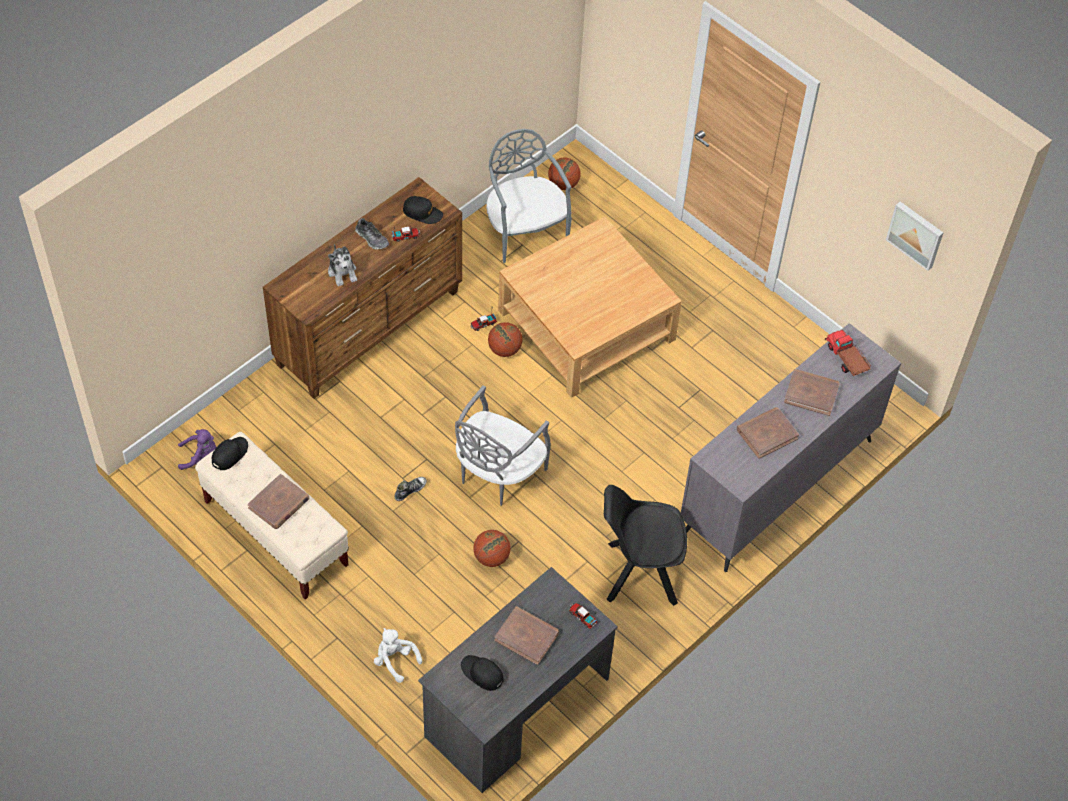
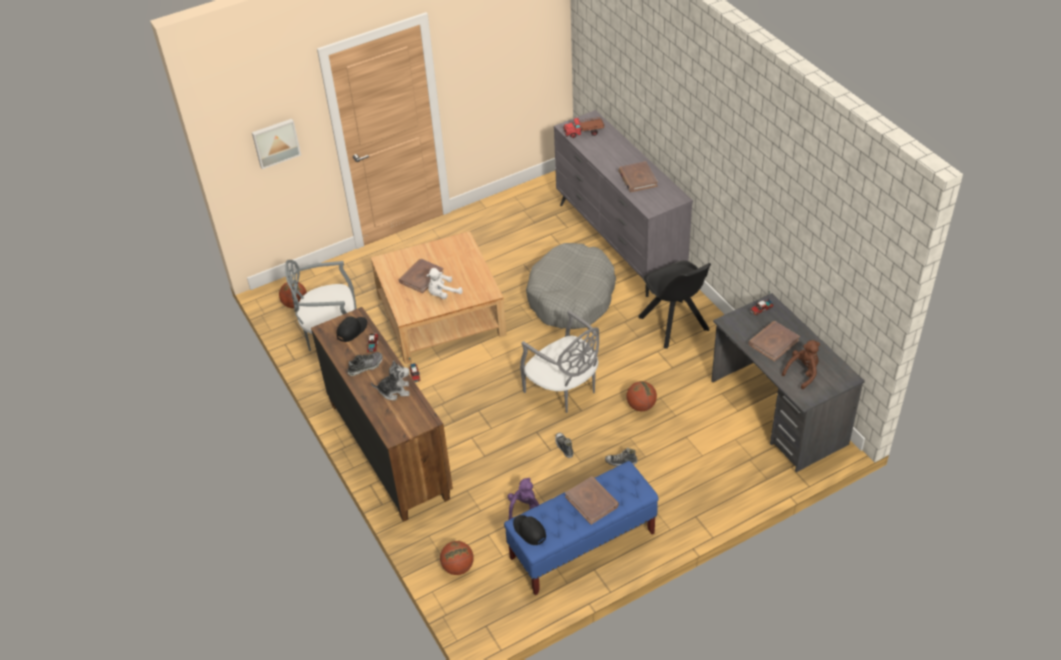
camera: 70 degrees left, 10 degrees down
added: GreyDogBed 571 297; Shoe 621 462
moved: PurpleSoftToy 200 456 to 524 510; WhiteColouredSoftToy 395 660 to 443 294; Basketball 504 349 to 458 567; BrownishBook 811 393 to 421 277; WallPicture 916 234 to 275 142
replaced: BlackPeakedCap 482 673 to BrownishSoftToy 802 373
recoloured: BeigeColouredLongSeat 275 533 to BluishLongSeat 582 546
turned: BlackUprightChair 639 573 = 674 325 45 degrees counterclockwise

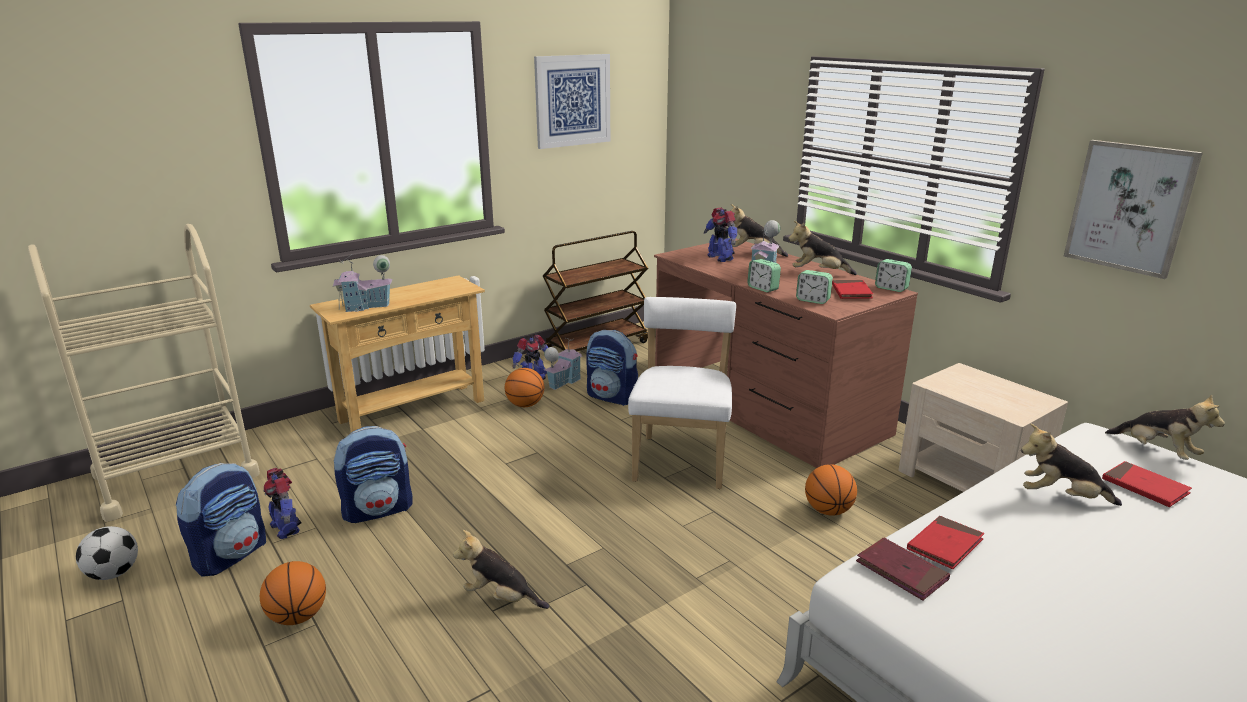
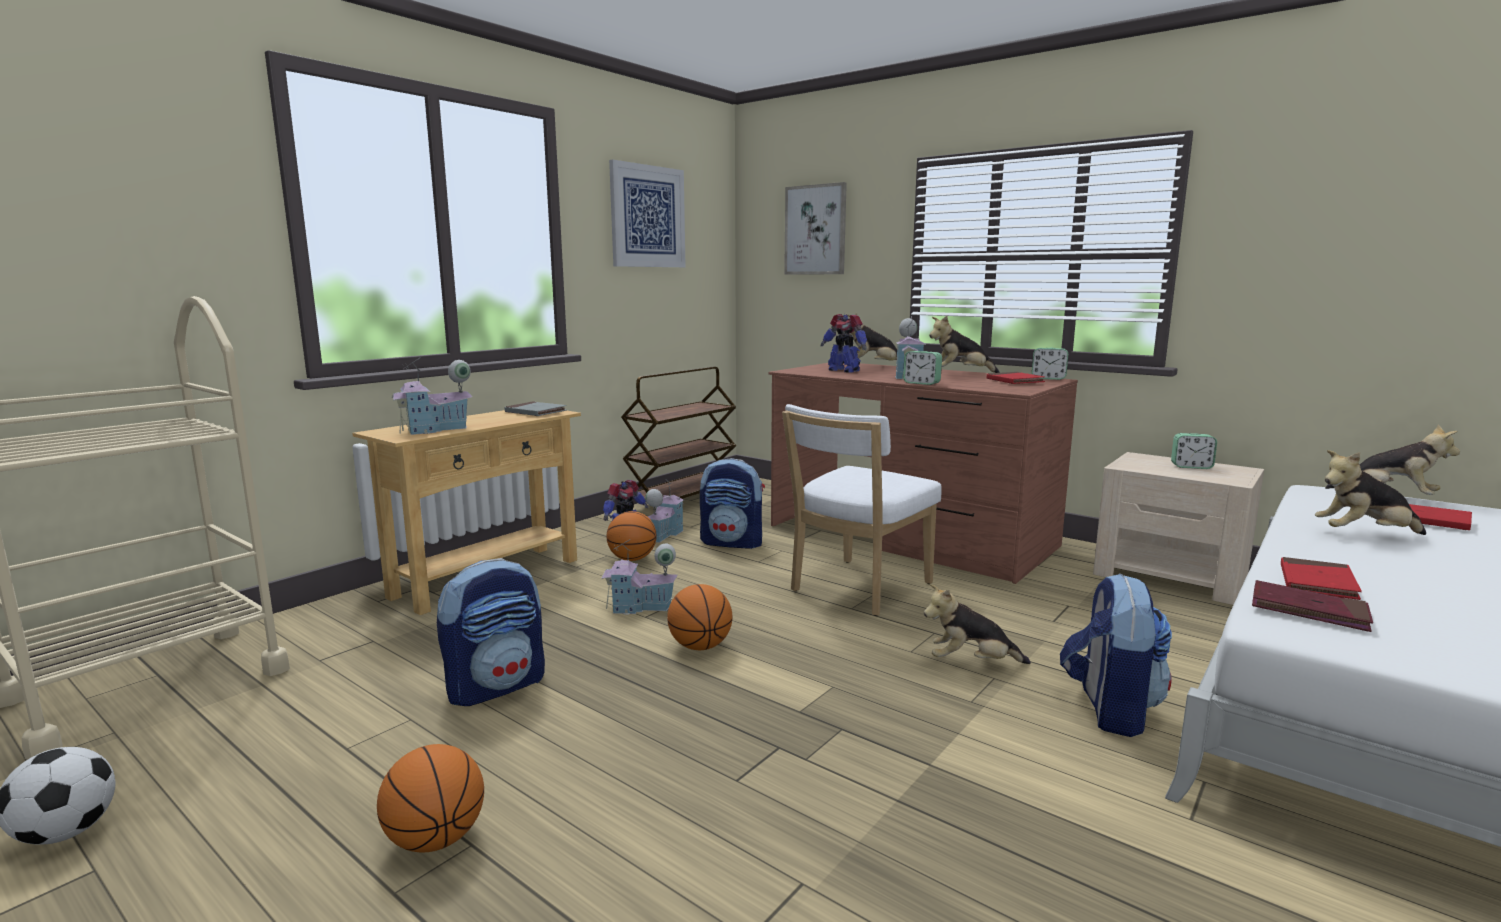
camera: 15 degrees left, 10 degrees down
removed: ModelRobot 286 528
added: GreyBook 535 412; MiniatureHouse 640 607
moved: Knapsack 231 554 to 1109 709; SoftToy 501 598 to 971 662; TableClock 812 300 to 1191 466; Basketball 828 510 to 700 646; WallPicture 1129 207 to 815 230
turned: WhiteColouredUprightChair 681 459 = 857 589 135 degrees counterclockwise

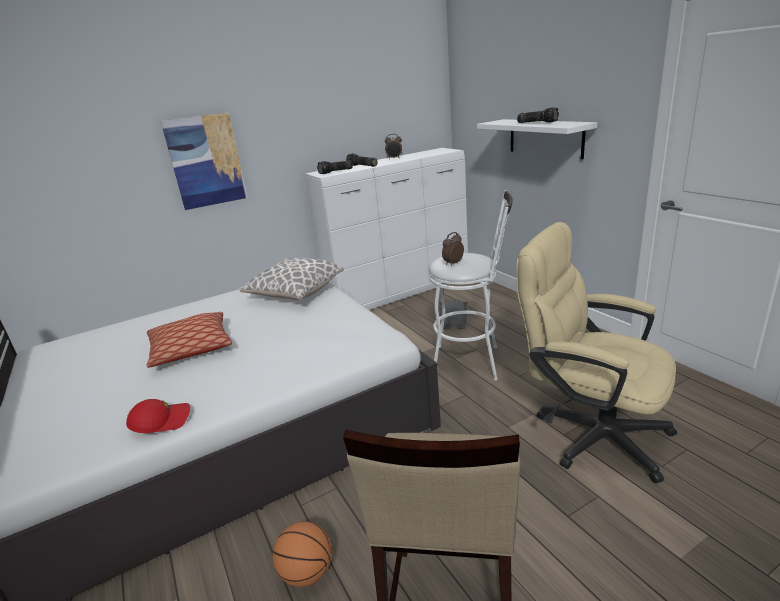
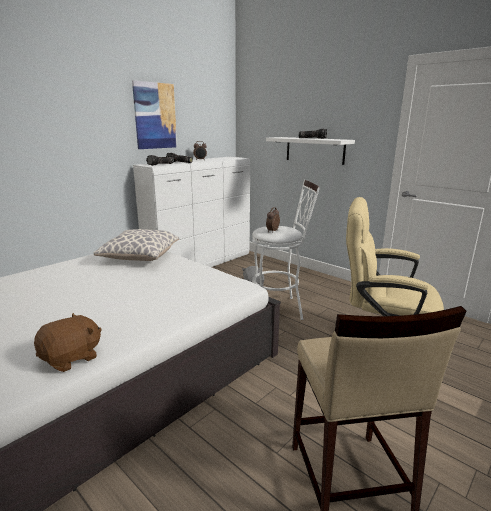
camera: 20 degrees left, 5 degrees down
removed: Cushion 191 348; Basketball 307 573
moved: WallPicture 206 161 to 155 116
replaced: ReddishPeakedCap 161 421 to BrownishSoftToy 72 358

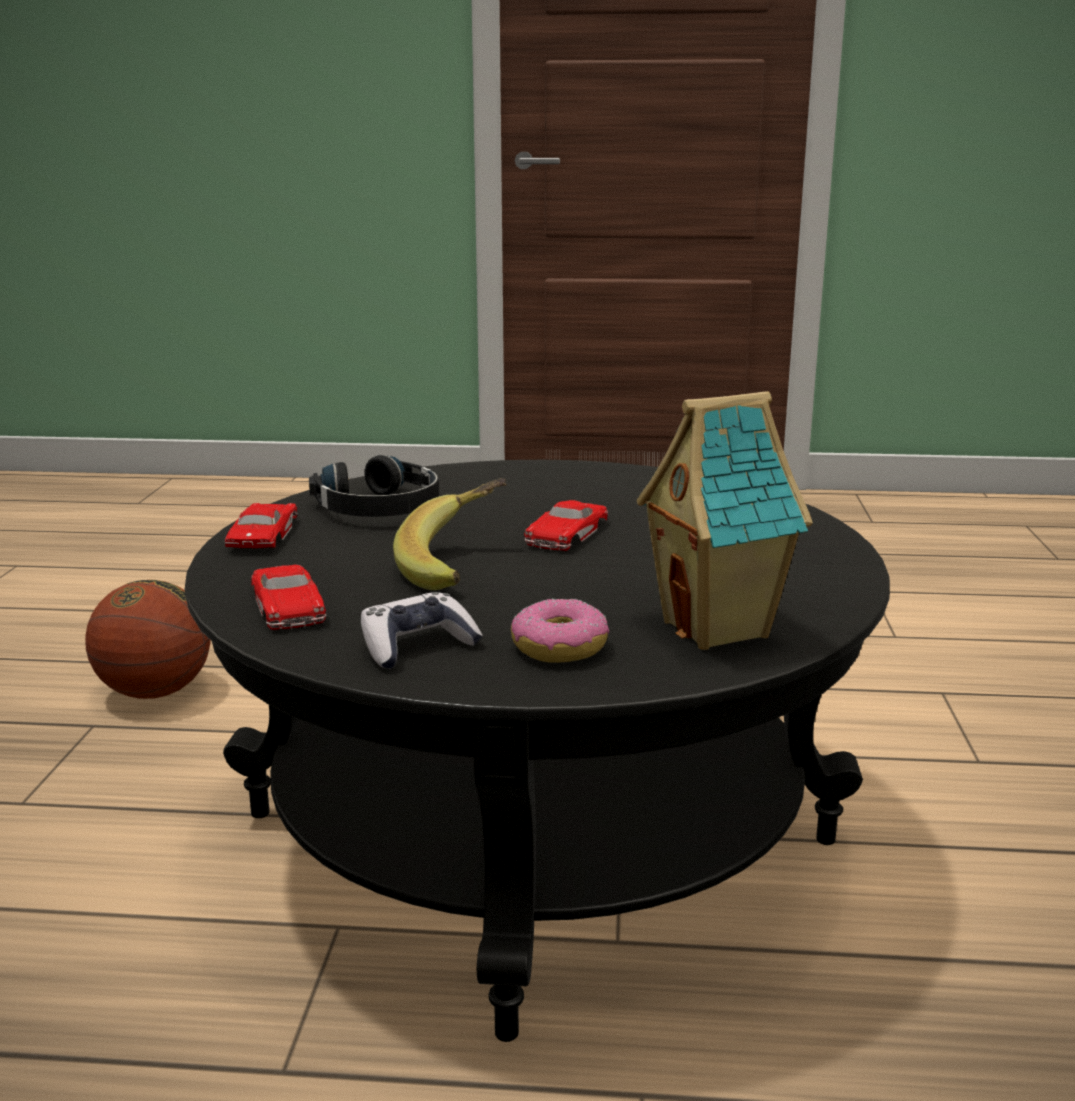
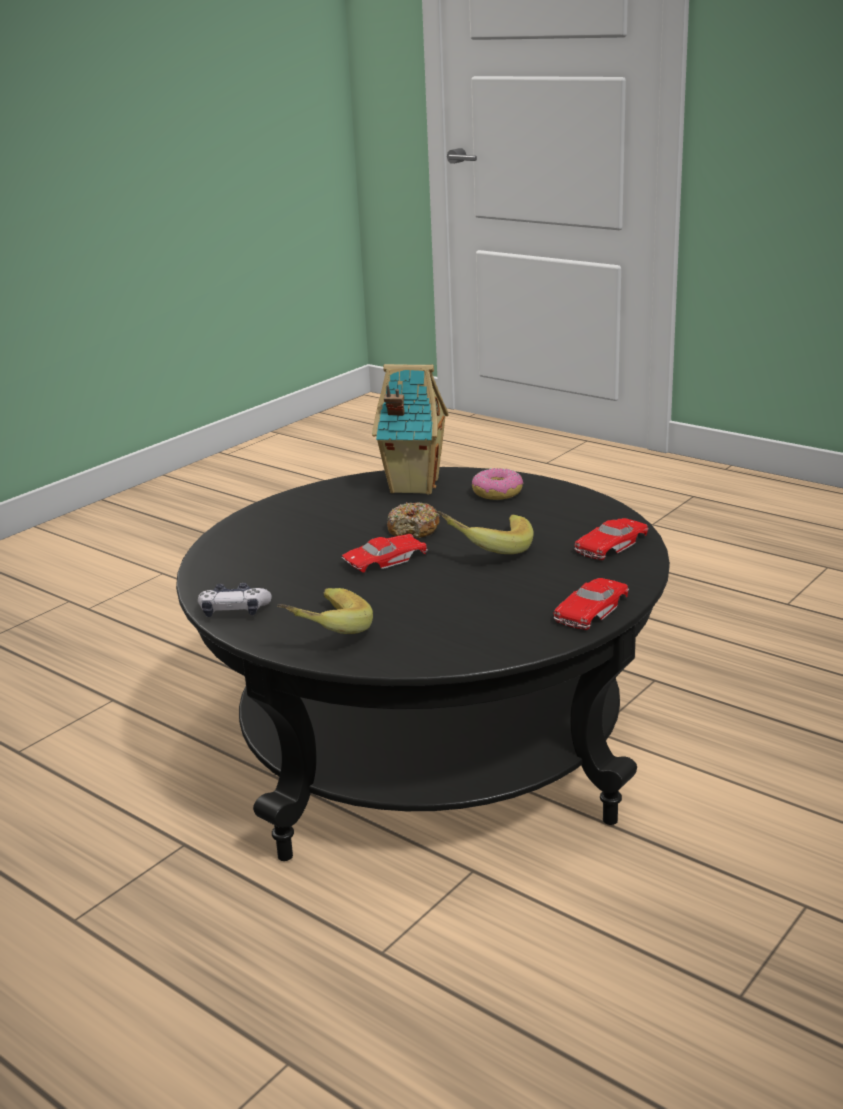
camera: 145 degrees left, 5 degrees up
removed: Basketball 155 692; BlackHeadset 380 508
added: WholeBanana 322 633; Doughnut 414 529
moved: Joypad 417 646 to 234 611
turned: ReddishToyCar 287 605 = 611 544 150 degrees counterclockwise

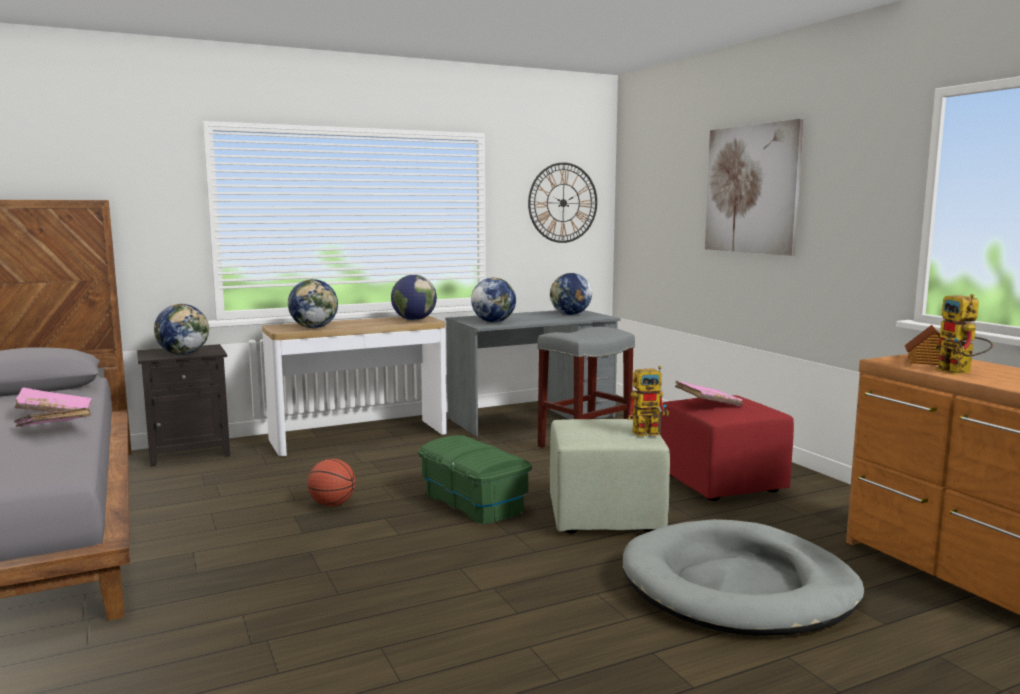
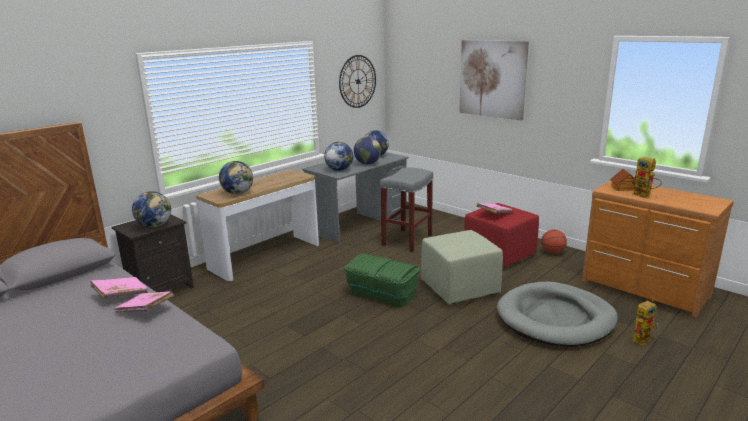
camera: 20 degrees left, 10 degrees up
moved: Basketball 332 504 to 552 252; Globe 414 320 to 367 164; ModelRobot 650 432 to 642 338

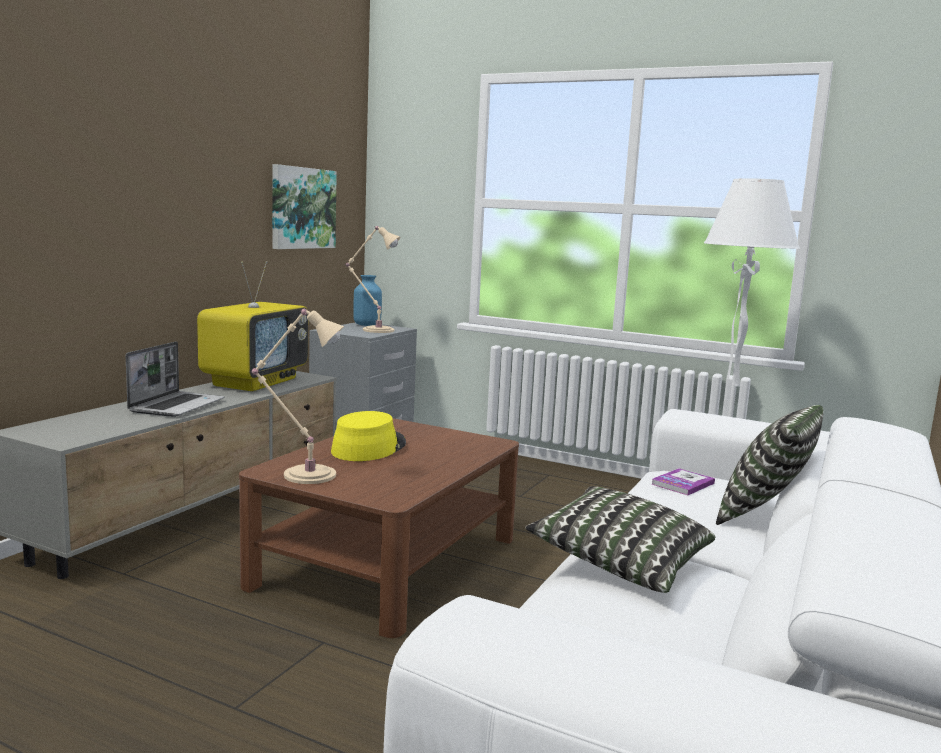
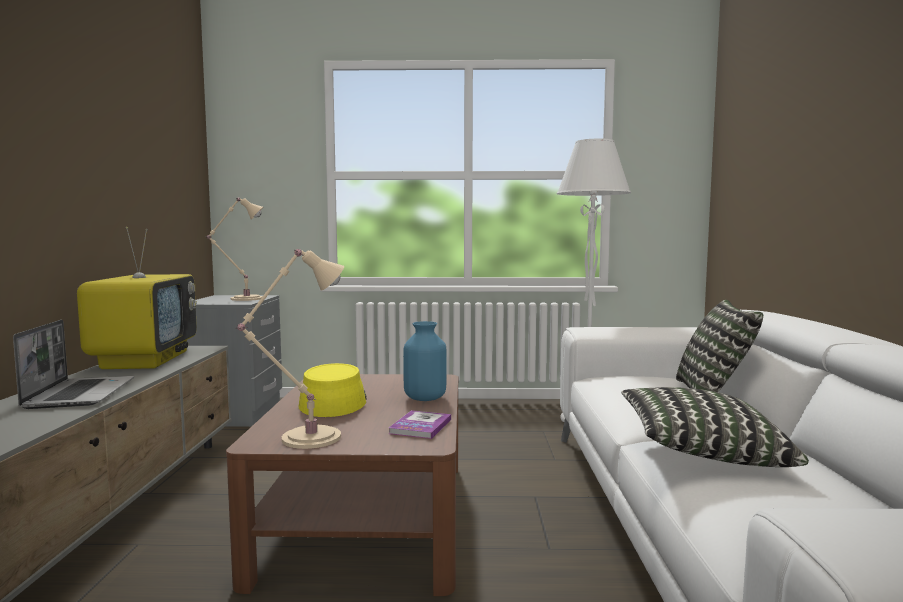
camera: 25 degrees left, 5 degrees down
removed: WallPicture 302 208
moved: BluishDecorativeVase 366 325 to 425 398; Book 682 484 to 420 426

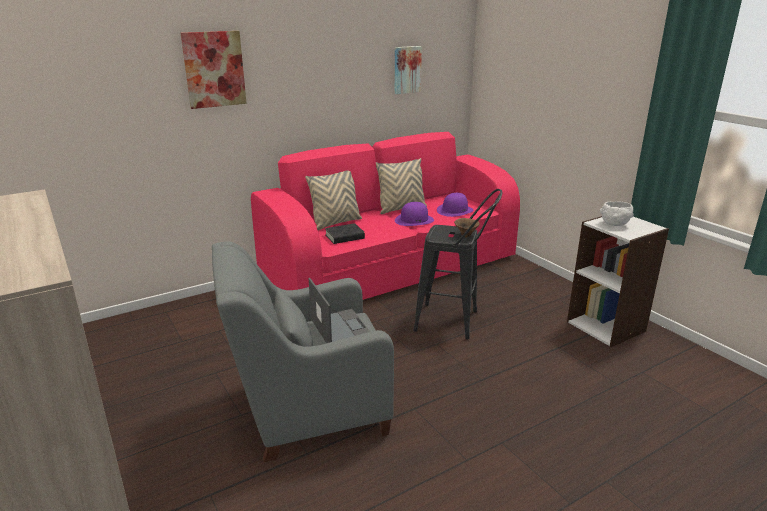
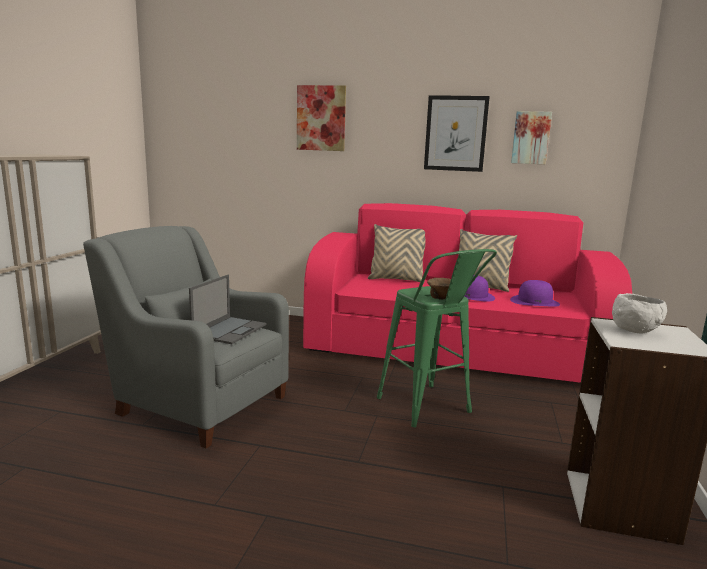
camera: 45 degrees right, 10 degrees down
removed: BlackBook 344 237
added: WallPicture 455 133
recoloured: BlackStool 454 322 to GreenColouredStool 428 410

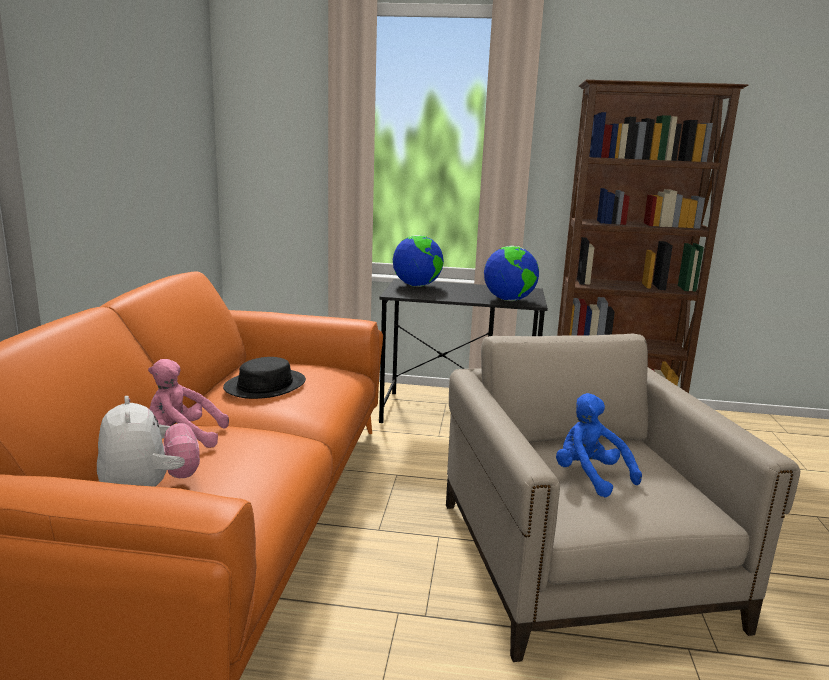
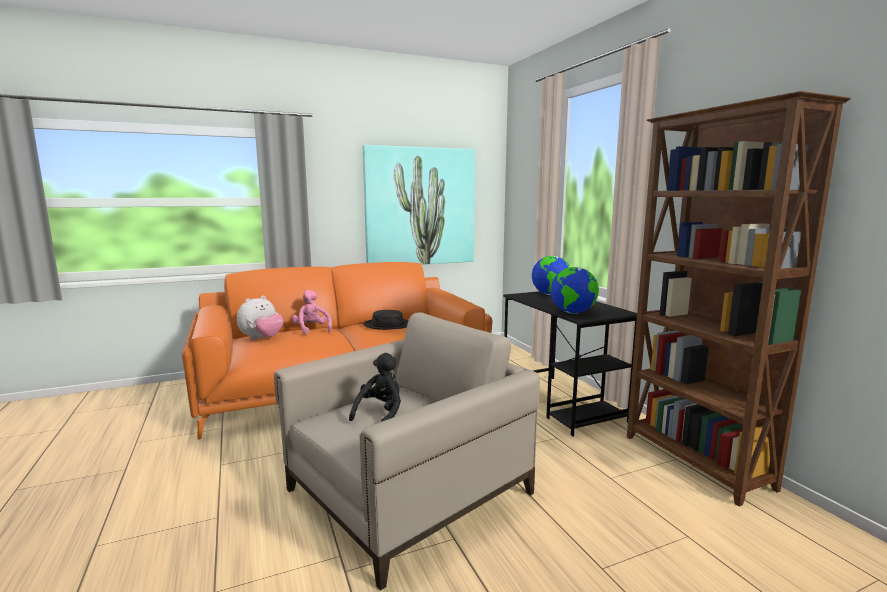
camera: 60 degrees right, 5 degrees down
added: WallPicture 420 207
recoloured: BluishSoftToy 589 477 to BlackSoftToy 380 414

